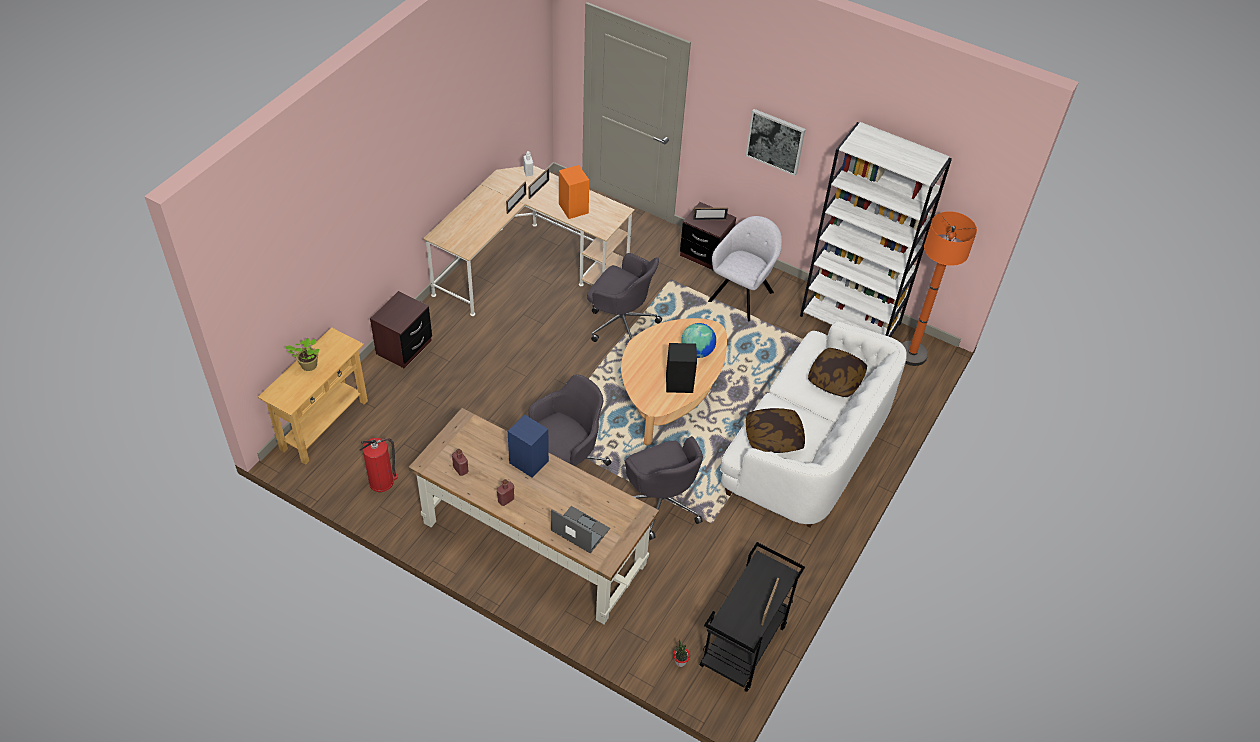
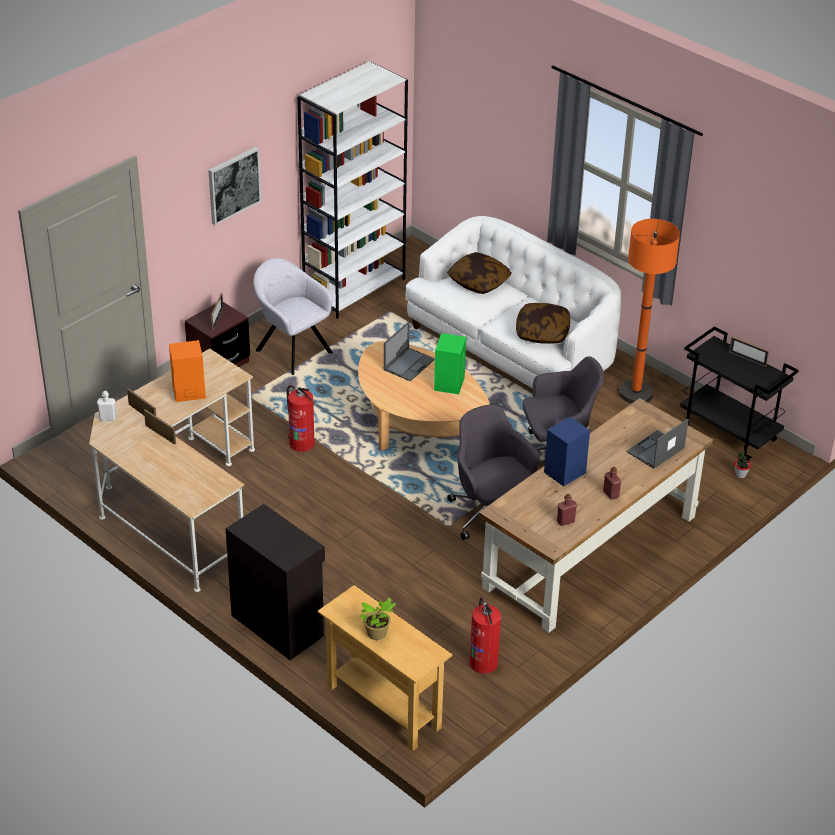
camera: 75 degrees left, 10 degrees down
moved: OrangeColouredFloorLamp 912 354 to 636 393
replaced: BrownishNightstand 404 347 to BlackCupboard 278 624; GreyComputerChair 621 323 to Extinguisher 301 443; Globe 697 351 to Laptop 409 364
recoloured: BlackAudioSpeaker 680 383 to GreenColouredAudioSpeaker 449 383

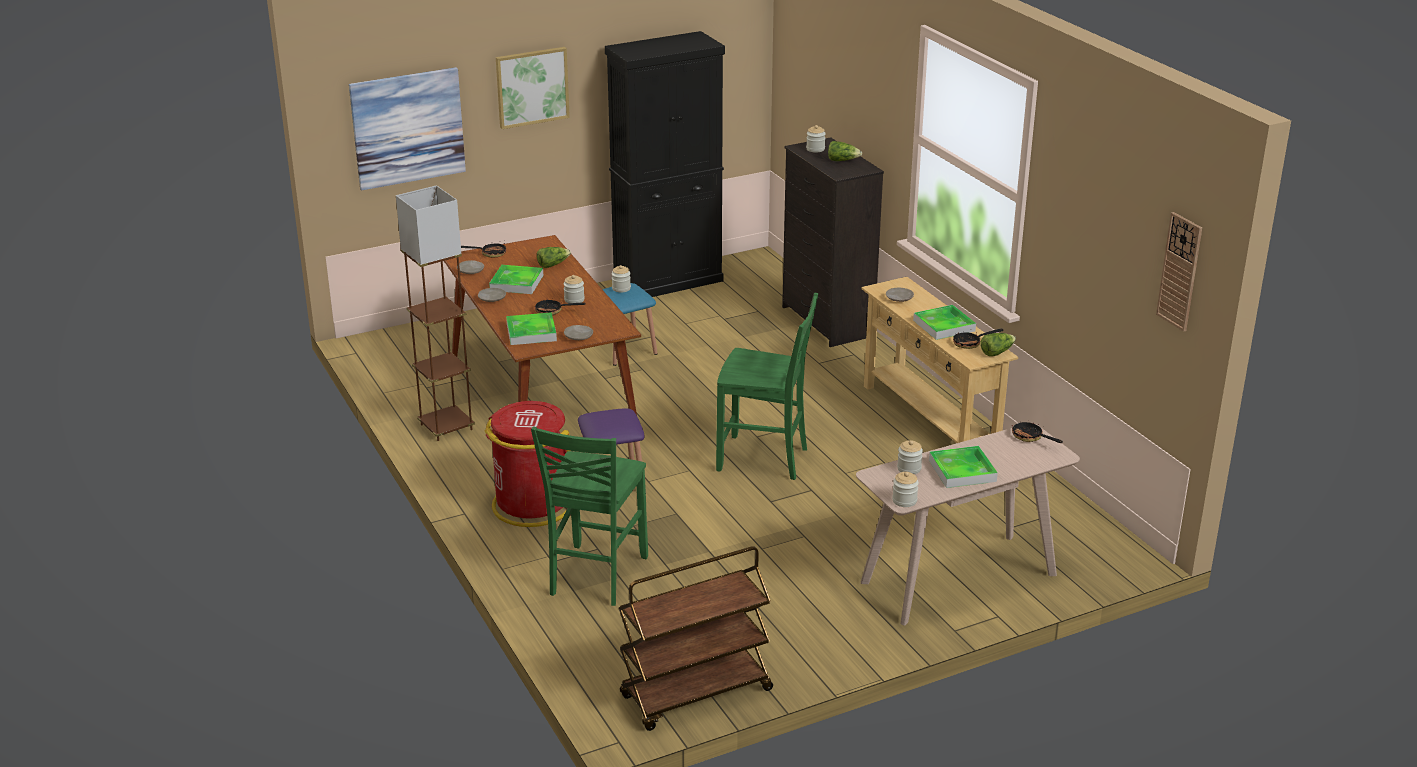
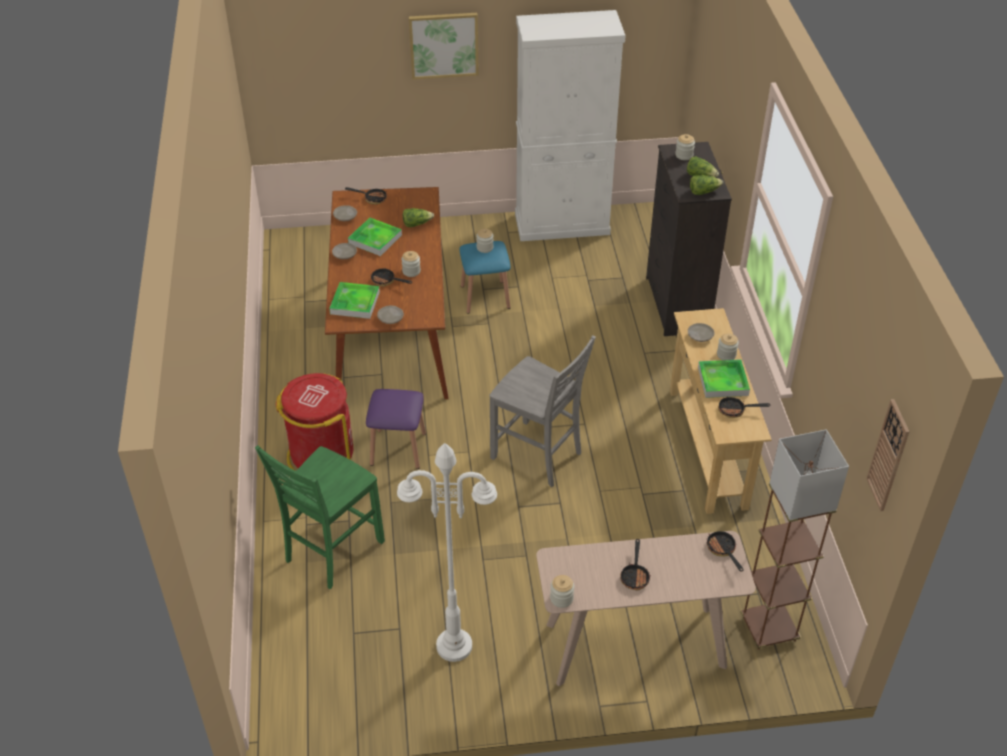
camera: 20 degrees right, 15 degrees up
removed: WallPicture 408 128; BrownishTrolley 695 694
added: WhiteColouredFloorLamp 453 646
moved: BrownishFloorLamp 446 427 to 768 628; Jar 909 468 to 726 355; Lettuce 996 352 to 703 191
replaced: Tray 962 471 to Skillet 635 575
recoloured: BlackCupboard 668 281 to WhiteColouredCupboard 562 224; GreenColouredUprightChair 764 459 to GreyUprightChair 538 456

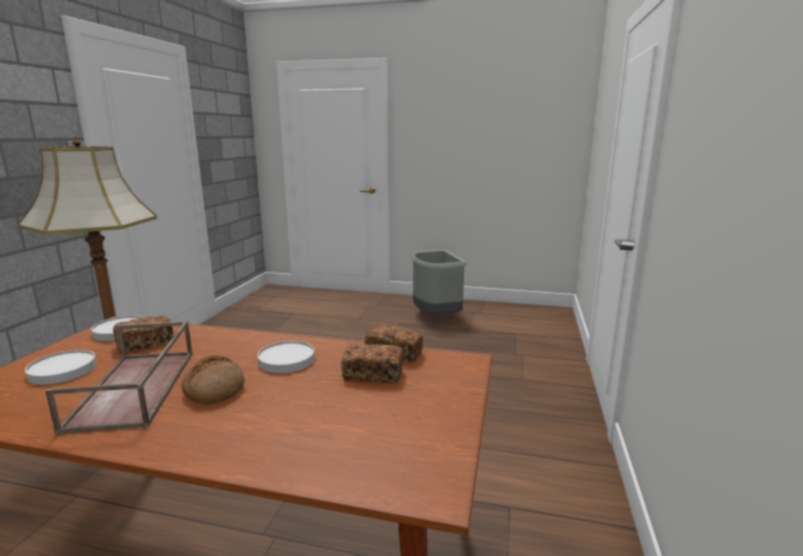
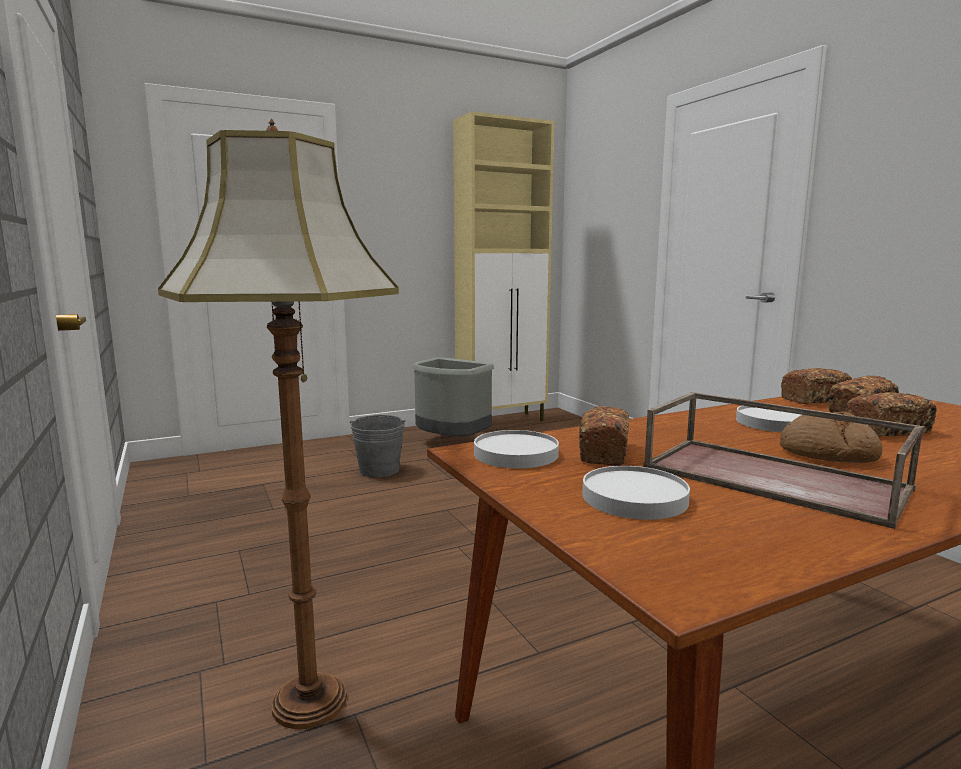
camera: 40 degrees left, 5 degrees down
added: GreyPail 379 470; BeigeColouredCupboard 502 421; BakeryBread 887 431

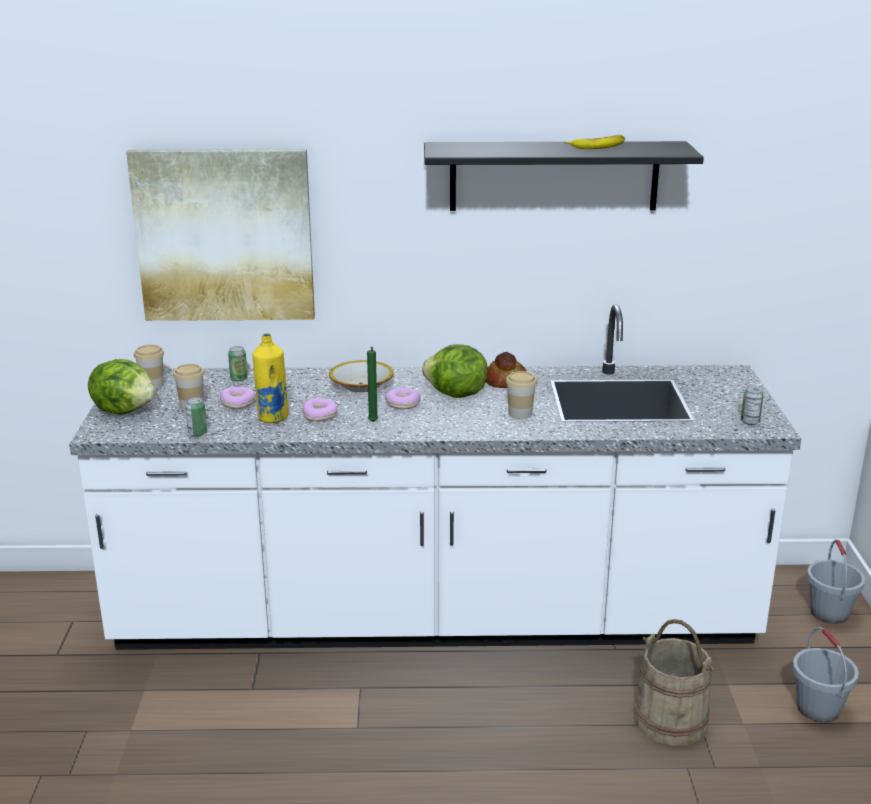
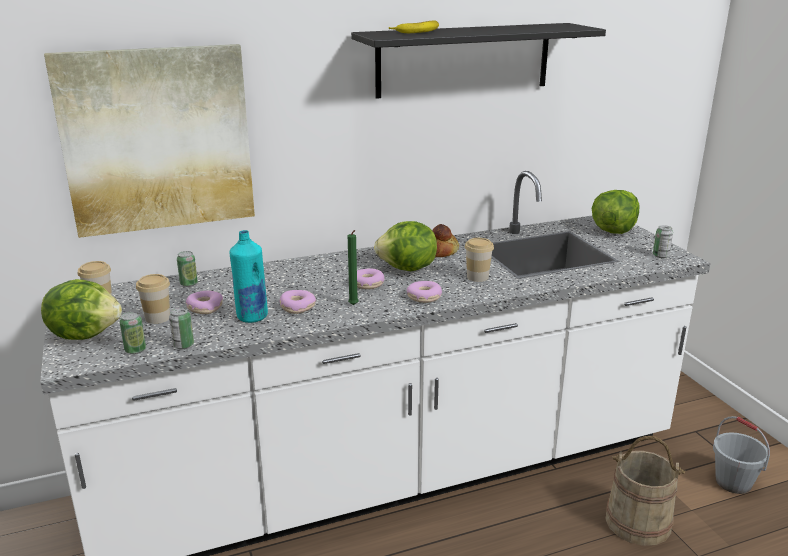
camera: 20 degrees left, 0 degrees up
removed: DeepDish 361 385; GreyPail 828 613
added: SealedCan 135 350; Doughnut 424 297; Lettuce 612 231
moved: WholeBanana 598 146 to 417 31
recoloured: YellowBeverageBottle 272 418 to BlueGreenBeverageBottle 252 317

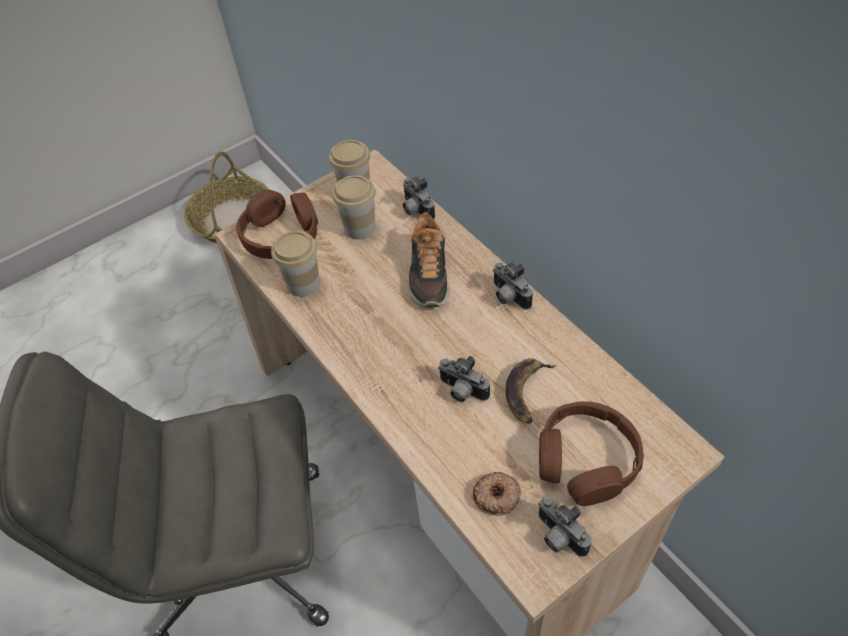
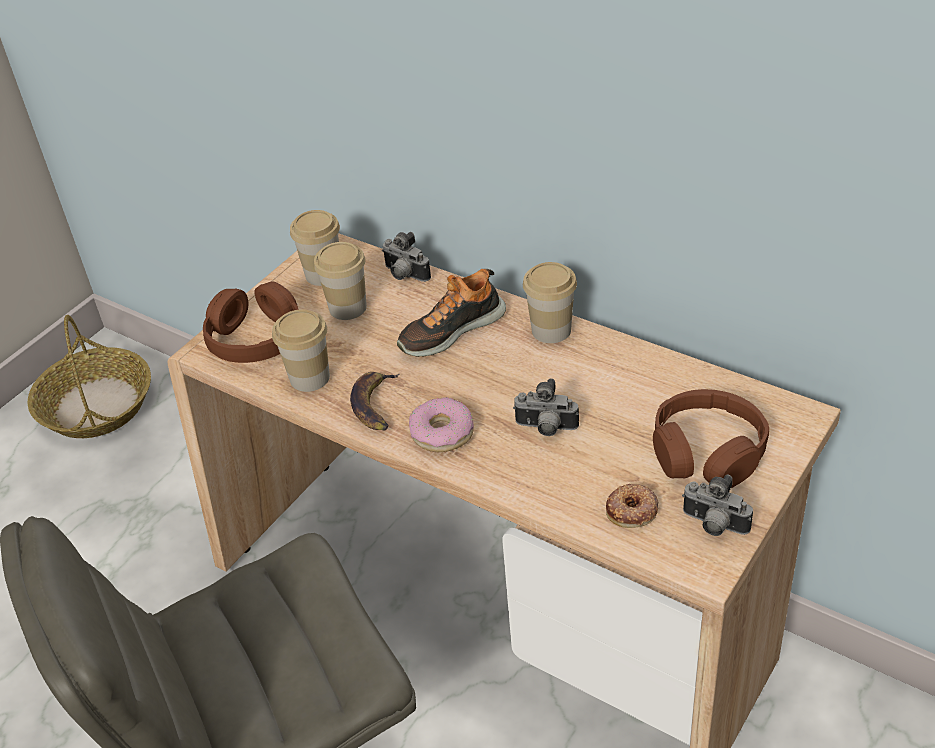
camera: 20 degrees left, 10 degrees down
added: Doughnut 442 432
moved: WholeBanana 527 392 to 376 405
replaced: StillCamera 508 297 to Cup 551 330
turned: Shoe 428 273 = 451 330 75 degrees clockwise

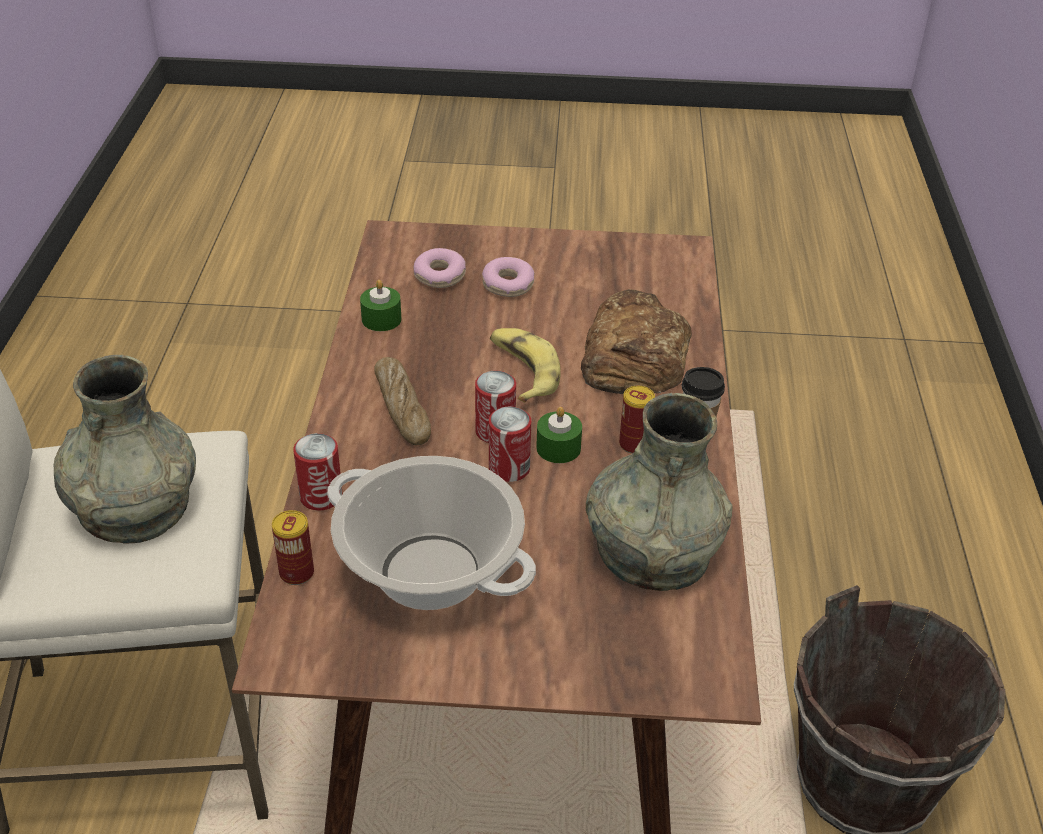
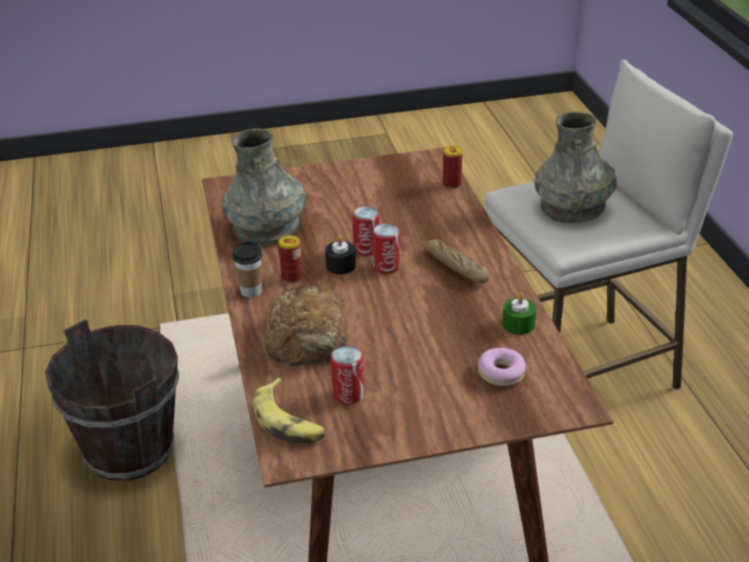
camera: 165 degrees right, 5 degrees down
removed: CookingPot 429 573; Doughnut 507 285
moved: SealedCan 321 496 to 348 394; WholeBanana 522 371 to 289 421
recoloured: GreenColouredCandle 558 448 to BlackCandle 340 265

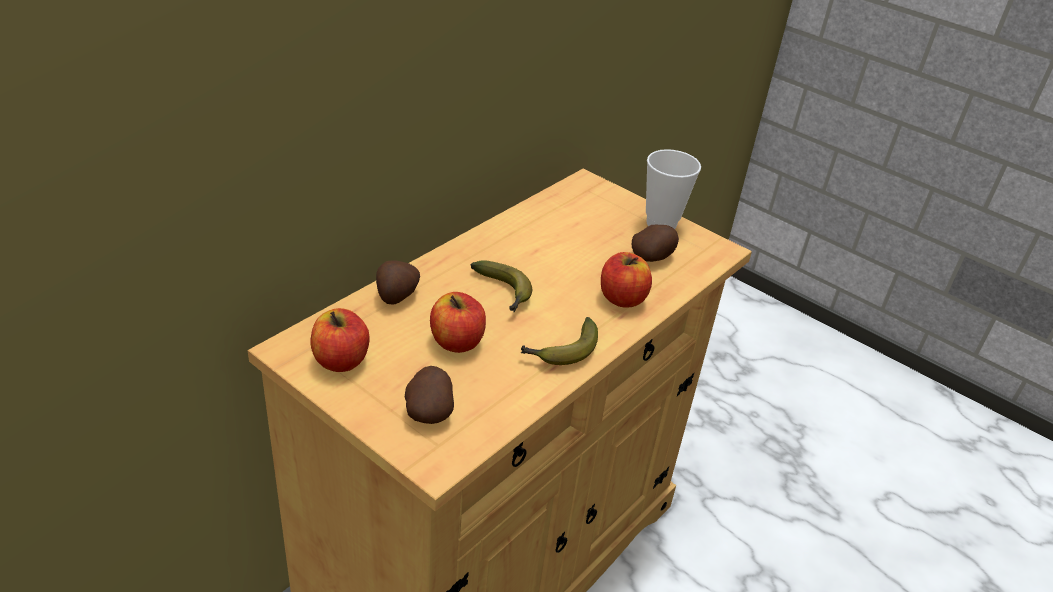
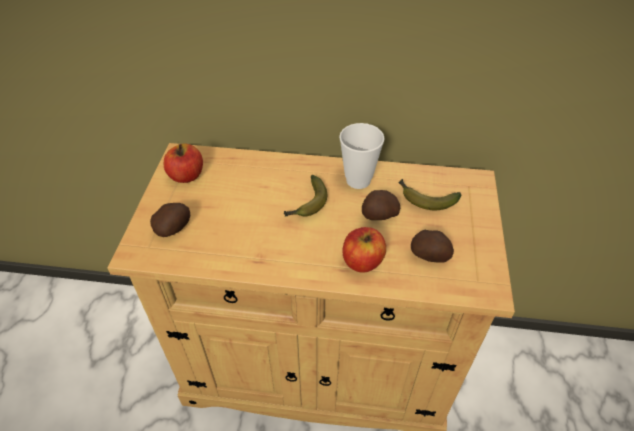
camera: 60 degrees right, 10 degrees up
removed: WholeApple 457 342
moved: WholePotato 396 296 to 379 215; WholeBanana 562 352 to 424 199; Cup 661 223 to 358 180

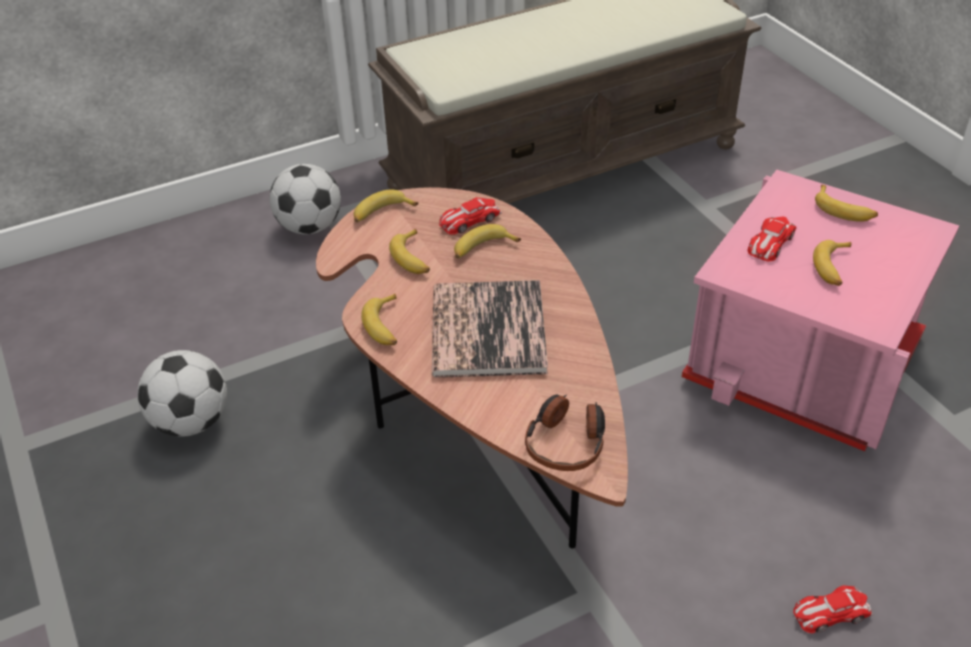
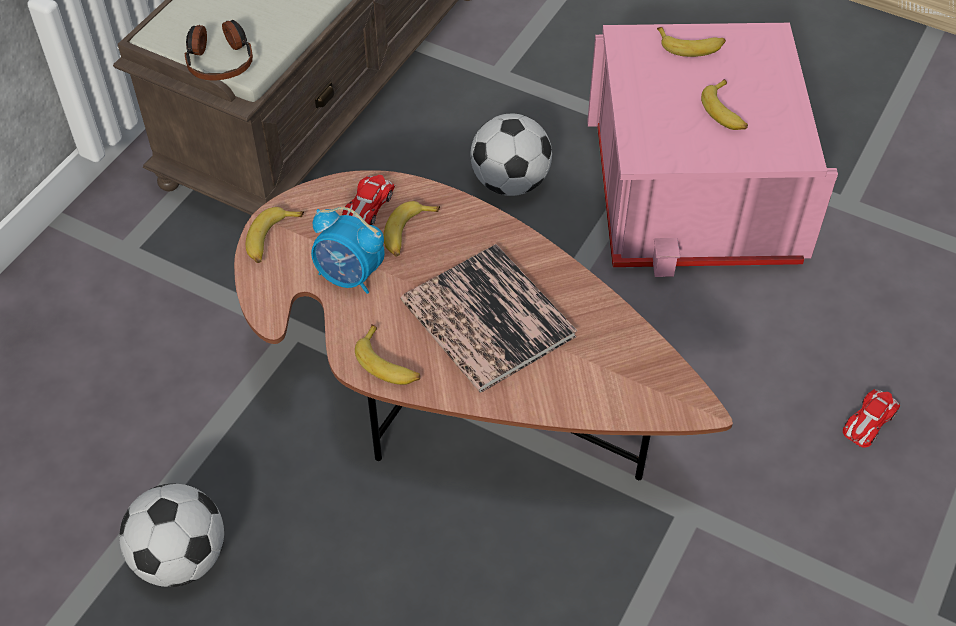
camera: 35 degrees left, 10 degrees up
removed: ToyCar 770 243
moved: FootballBall 310 227 to 510 182; Headset 566 441 to 220 60
replaced: WholeBanana 413 258 to TableClock 350 276

